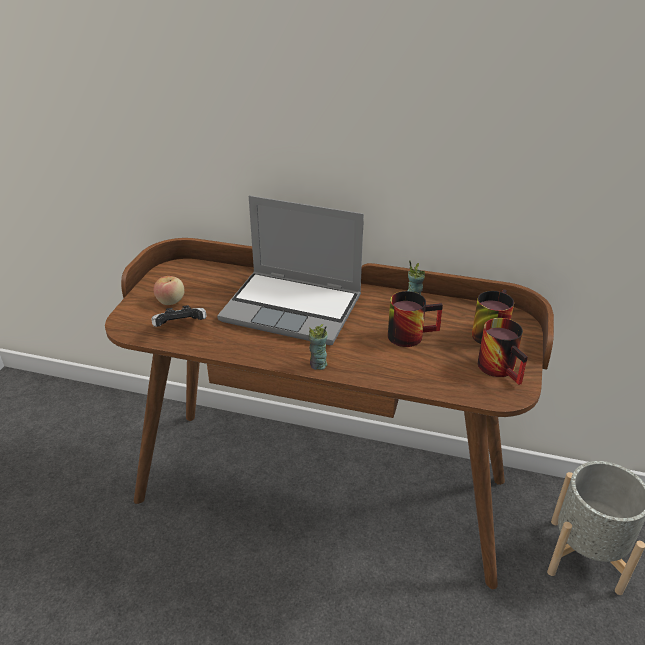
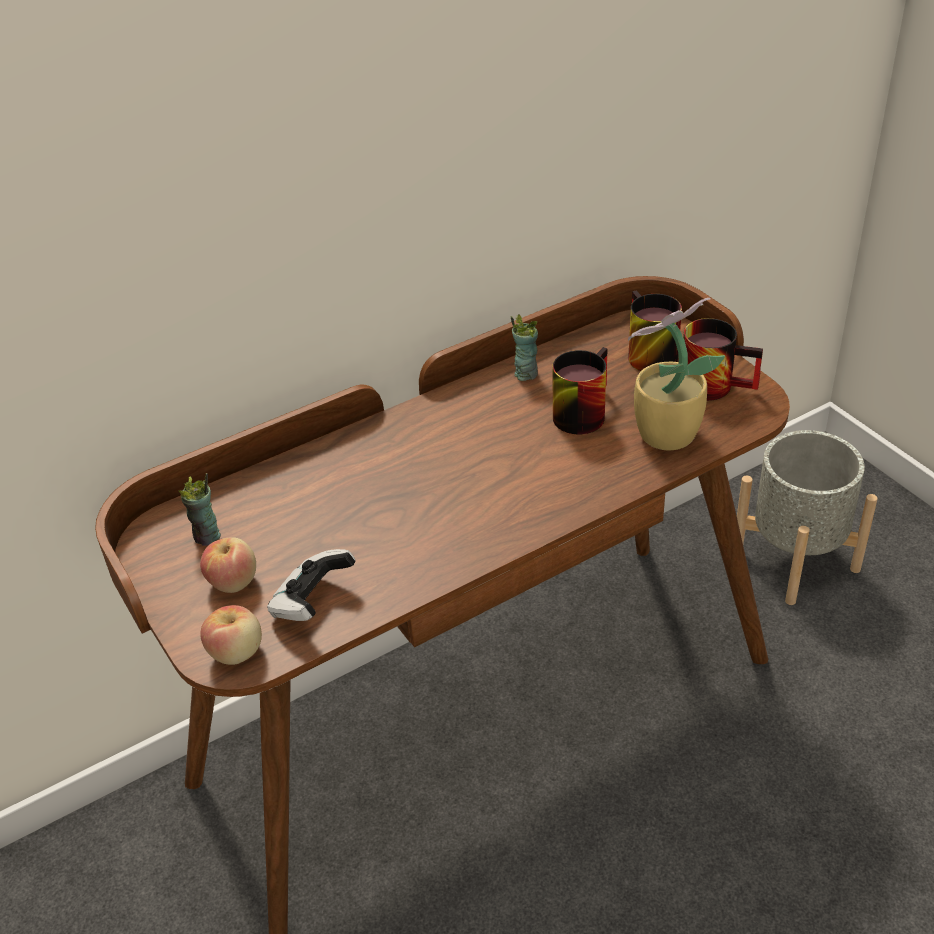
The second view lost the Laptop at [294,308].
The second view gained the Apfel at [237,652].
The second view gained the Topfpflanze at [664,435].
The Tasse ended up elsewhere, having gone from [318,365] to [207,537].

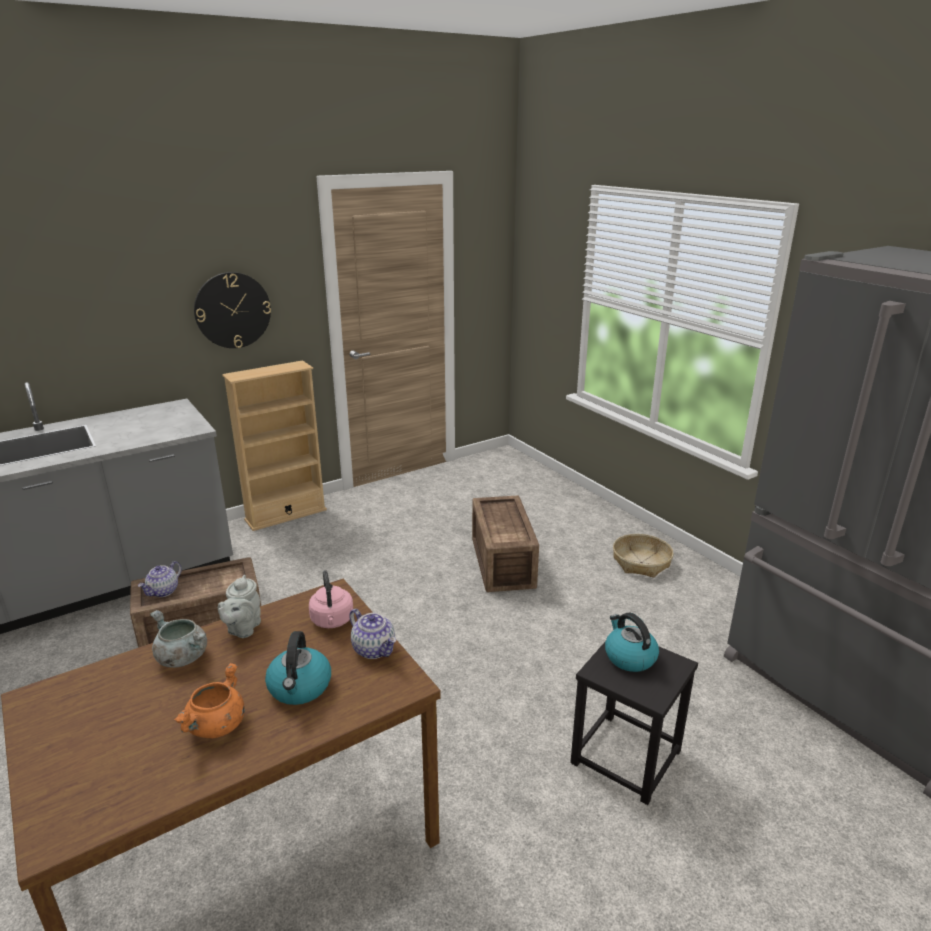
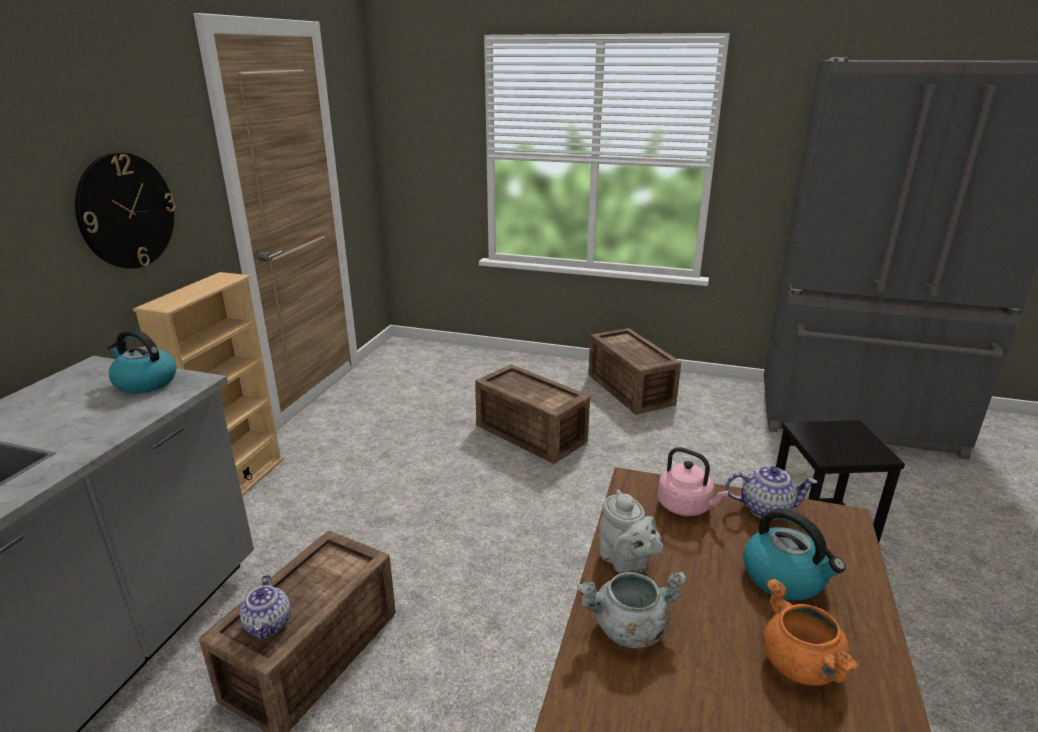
The Wasserkessel ended up elsewhere, having gone from [629,657] to [145,382].
Where the Korb stood at [641,563], the Kiste came to stand at [629,390].

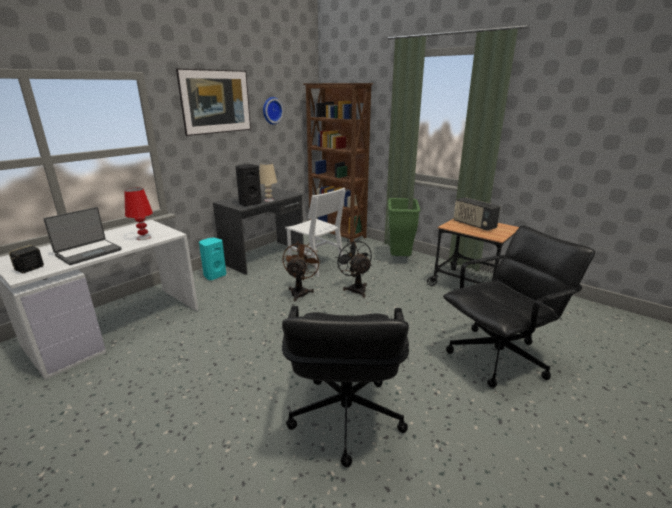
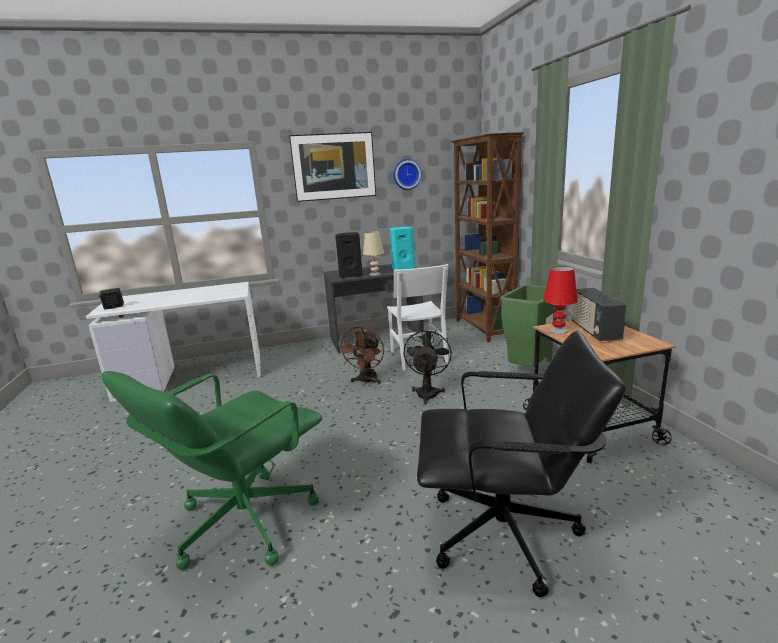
The second view lost the Laptop at [88,252].
The Tischlampe (rot) ended up elsewhere, having gone from [144,237] to [558,331].
The Lautsprecher (türkis) ended up elsewhere, having gone from [214,275] to [402,268].
What was the Bürostuhl (schwarz) at [345,417] turned into the Bürostuhl (grün) at [243,521].
The Ventilator (braun) at [300,291] ended up facing another way, 150 degrees clockwise from before.

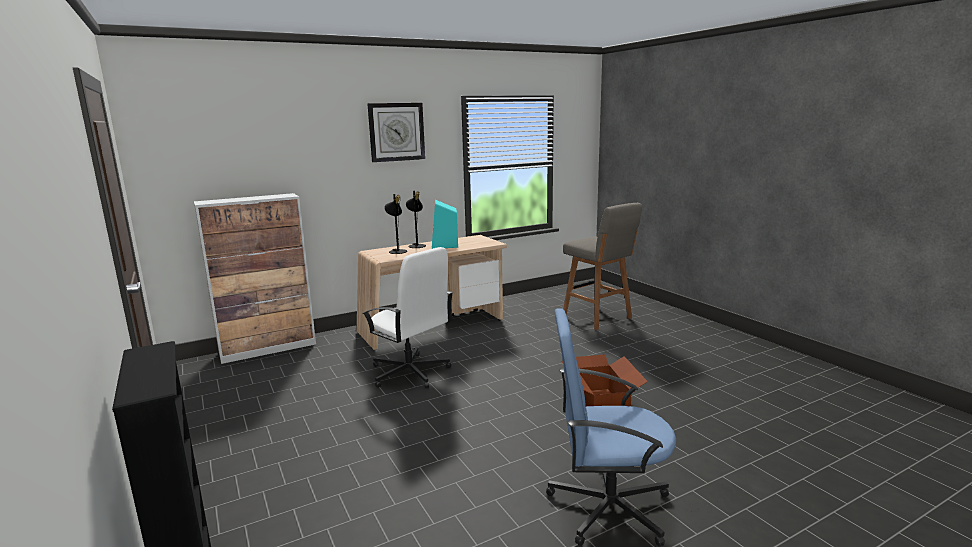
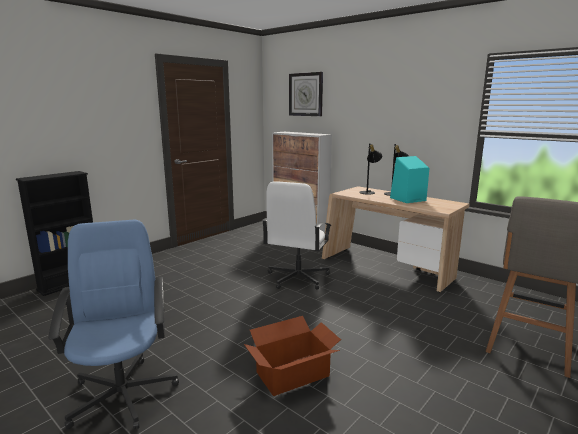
The Wanduhr ended up elsewhere, having gone from [396,132] to [306,94].

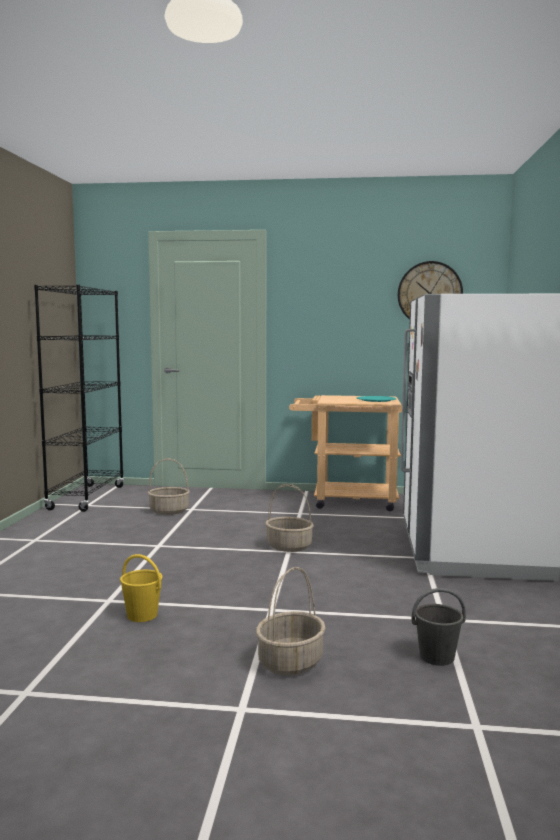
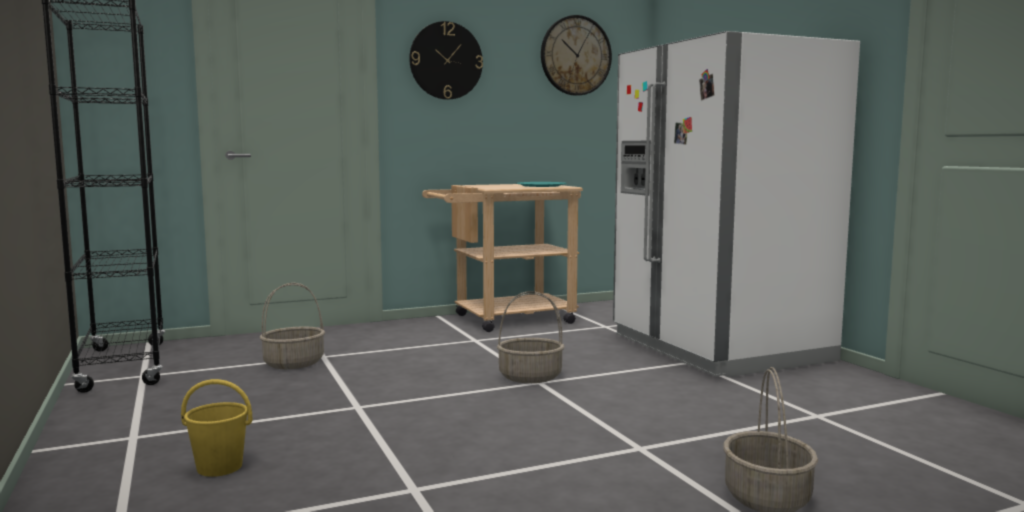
The second view lost the Eimer (grau) at [436,657].
The second view gained the Wanduhr at [446,60].
The Eimer (gelb) ended up elsewhere, having gone from [141,615] to [218,467].

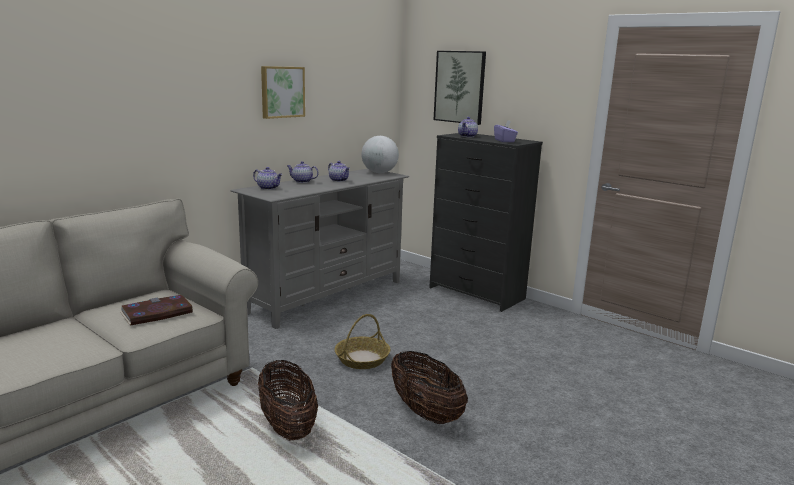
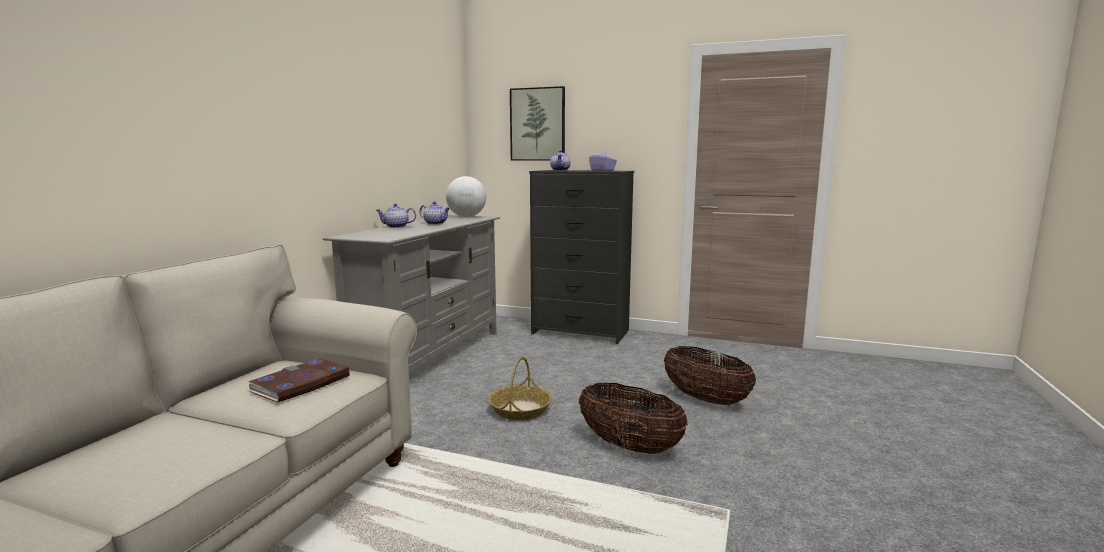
The second view lost the Teekanne at [268,188].
The second view lost the Bild at [282,92].
The Korb ended up elsewhere, having gone from [287,426] to [705,399].

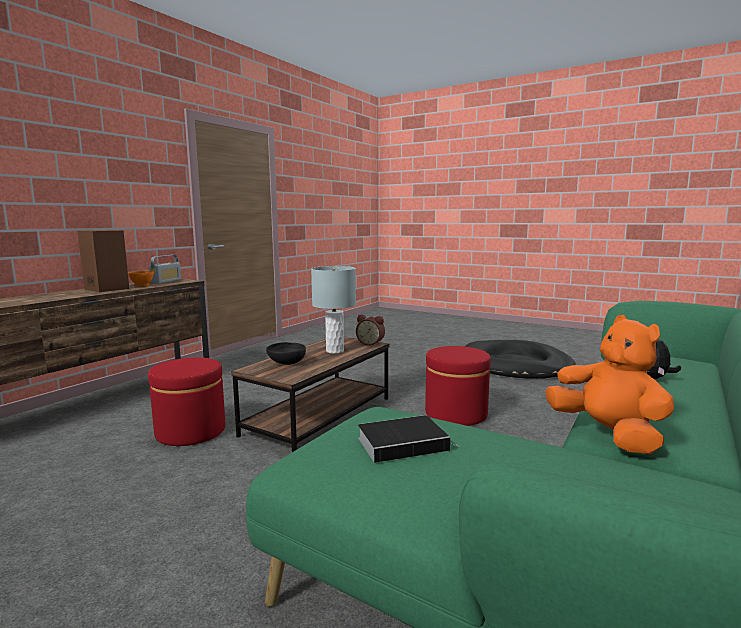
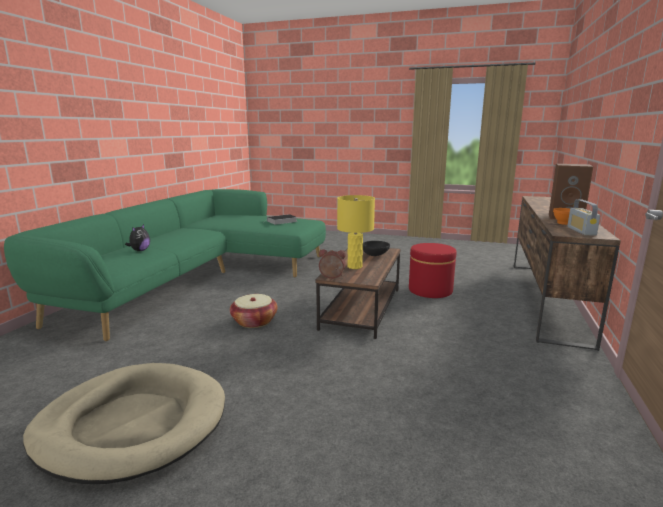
The second view lost the Plüschtier (orange) at [607,434].
Where the Polsterhocker (rot) stood at [456,414], the Korb came to stand at [254,321].
What was the Tischlampe (grau) at [335,351] turned into the Tischlampe (gelb) at [354,267].
What was the Hundebett (schwarz) at [516,365] turned into the Hundebett (beige) at [132,424].

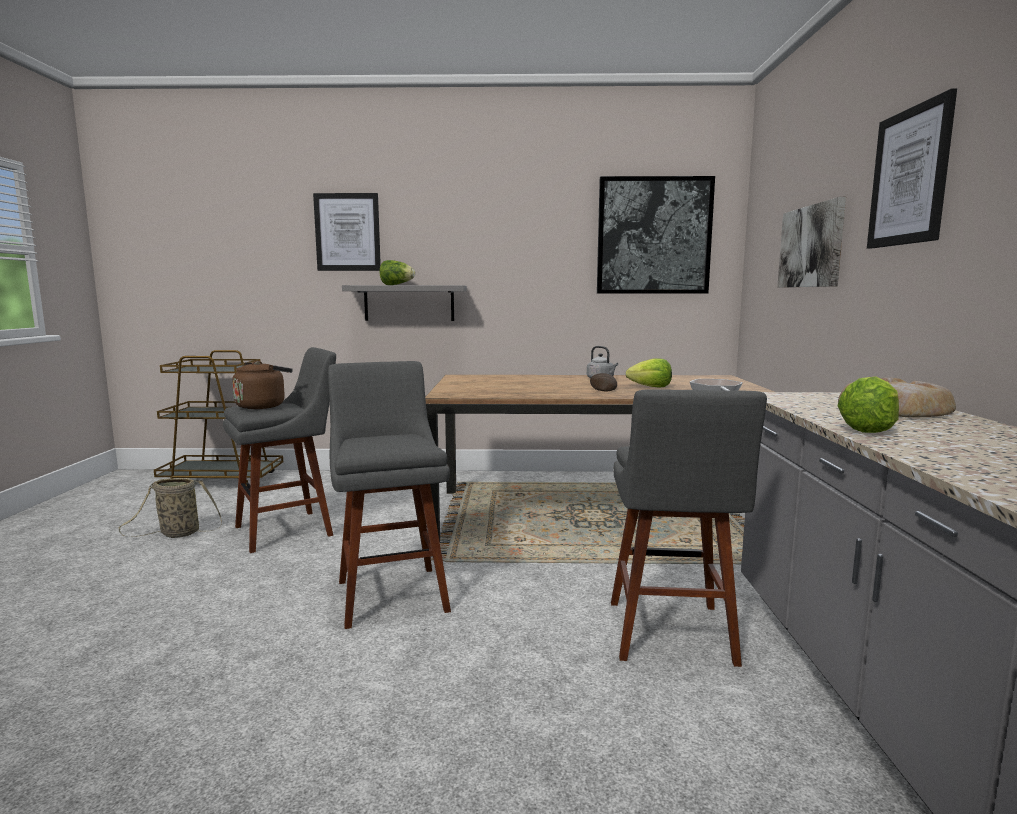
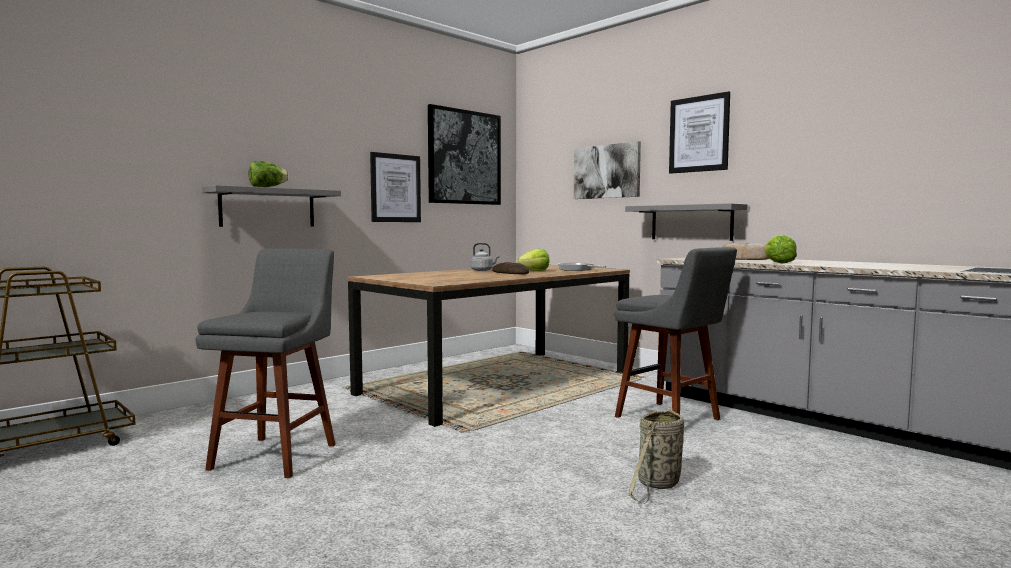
The second view lost the Wasserkessel (braun) at [263,406].
The second view lost the Hocker (grau) at [391,592].
The second view gained the Wandregal (grau) at [691,222].
The Korb ended up elsewhere, having gone from [177,534] to [657,485].
The Bild ended up elsewhere, having gone from [347,232] to [395,188].

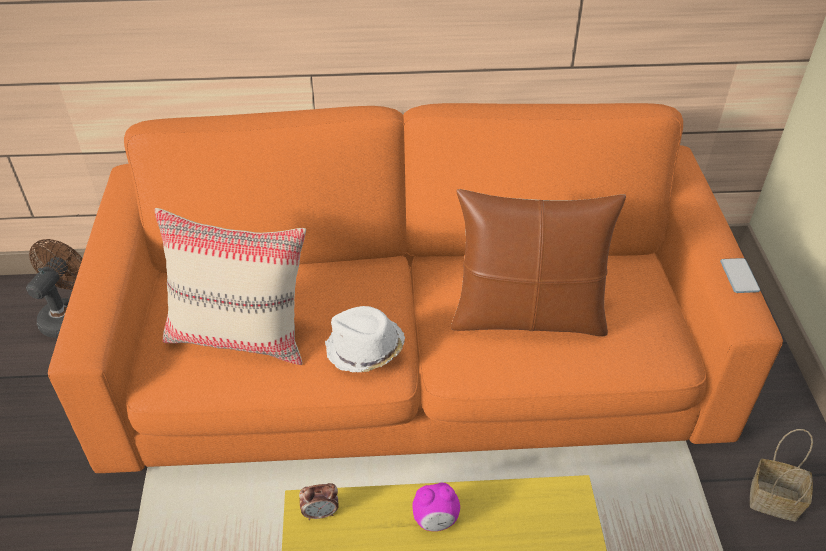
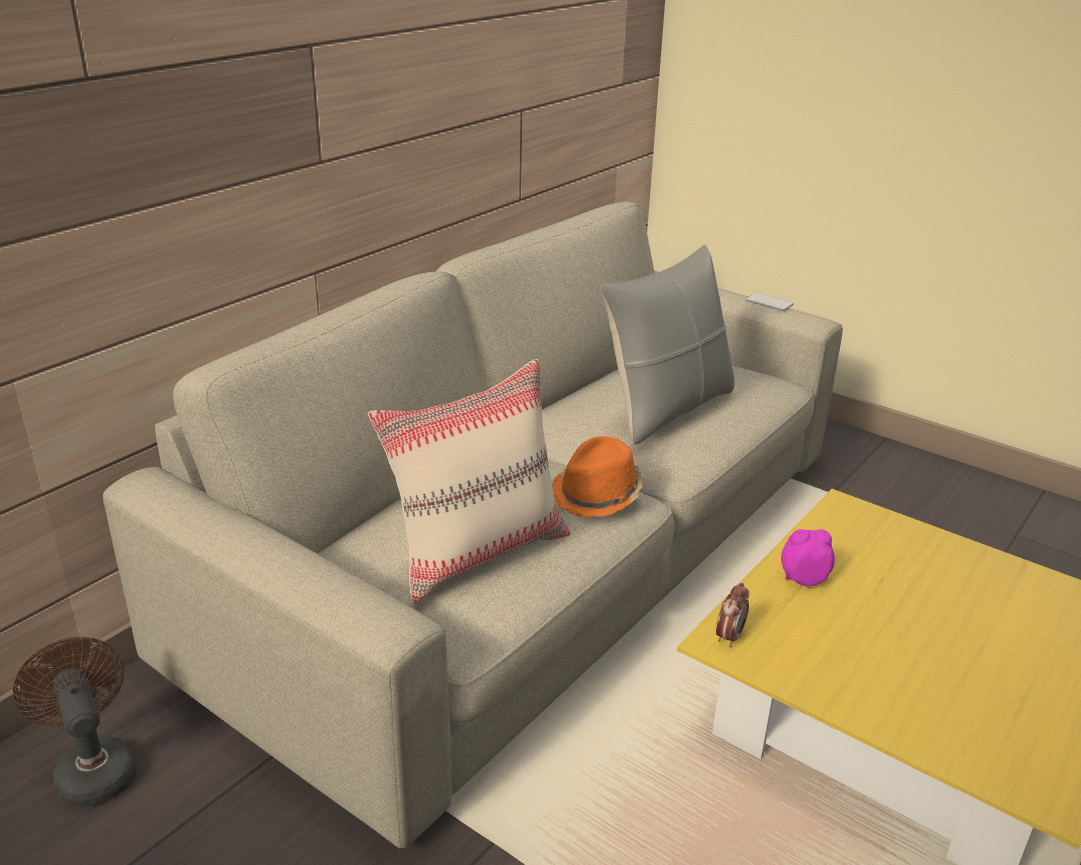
The second view lost the Korb at [772,500].
What was the Sofa (orange) at [412,357] turned into the Sofa (beige) at [536,552].
What was the Hut (weiß) at [364,349] turned into the Hut (orange) at [598,494].
What was the Kissen (braun) at [528,316] turned into the Kissen (grau) at [666,409].
The Wecker at [435,520] ended up facing another way, 120 degrees counterclockwise from before.

